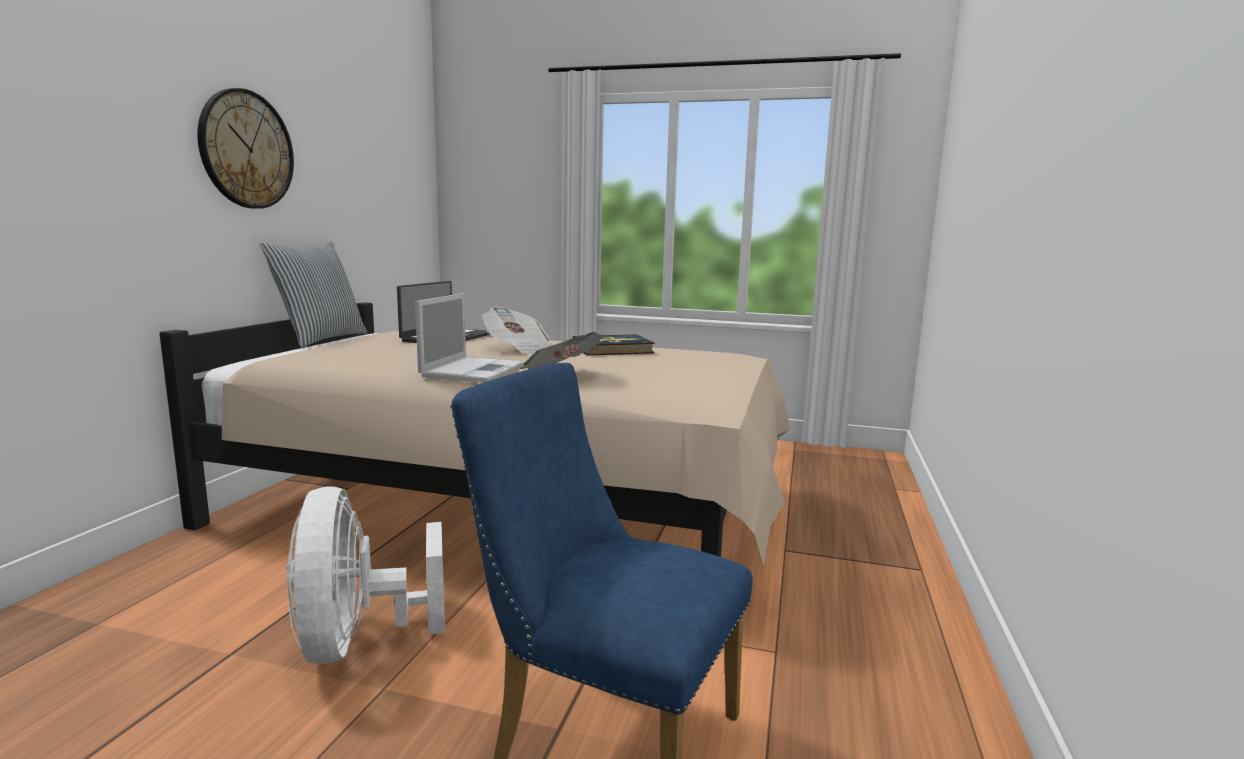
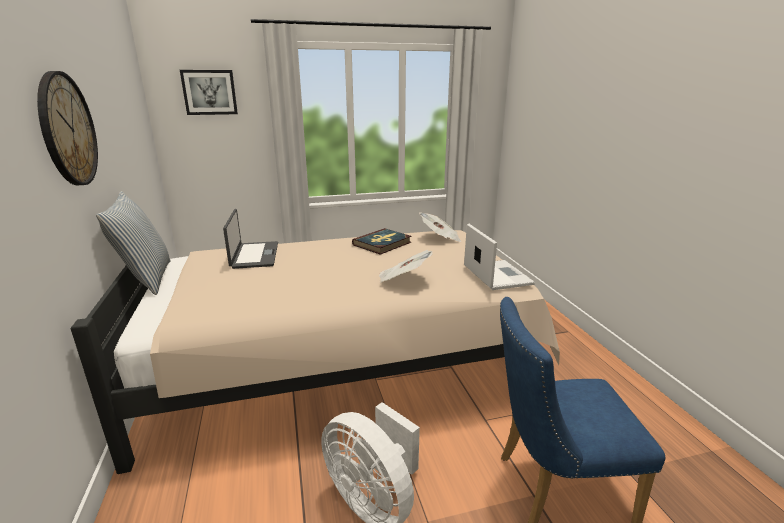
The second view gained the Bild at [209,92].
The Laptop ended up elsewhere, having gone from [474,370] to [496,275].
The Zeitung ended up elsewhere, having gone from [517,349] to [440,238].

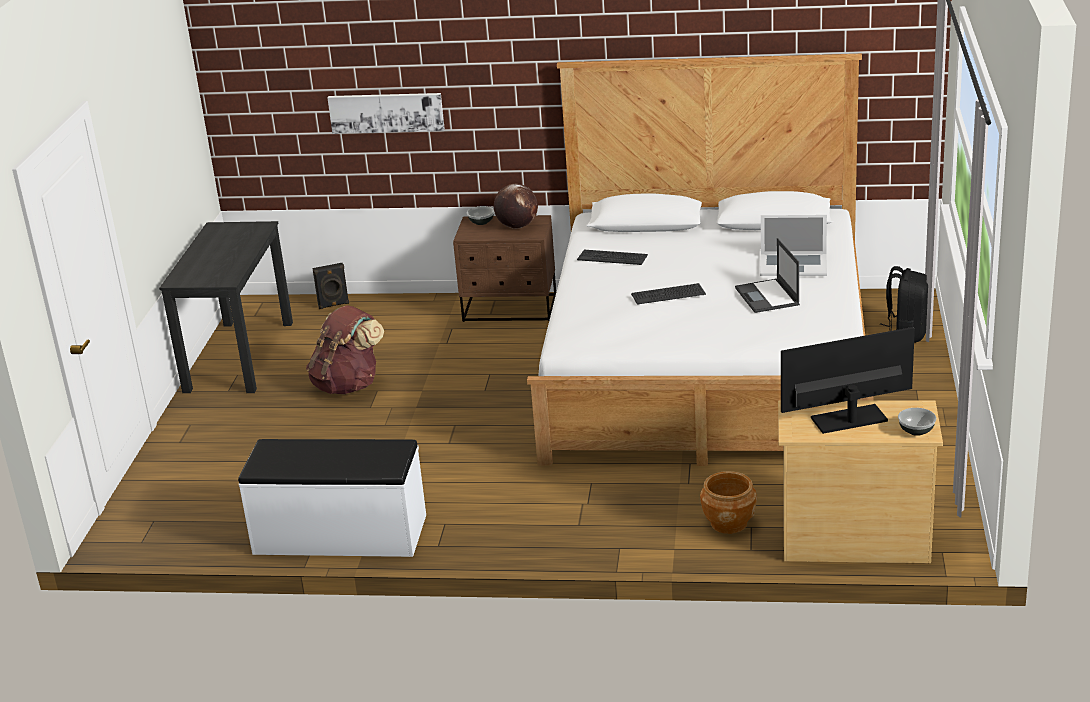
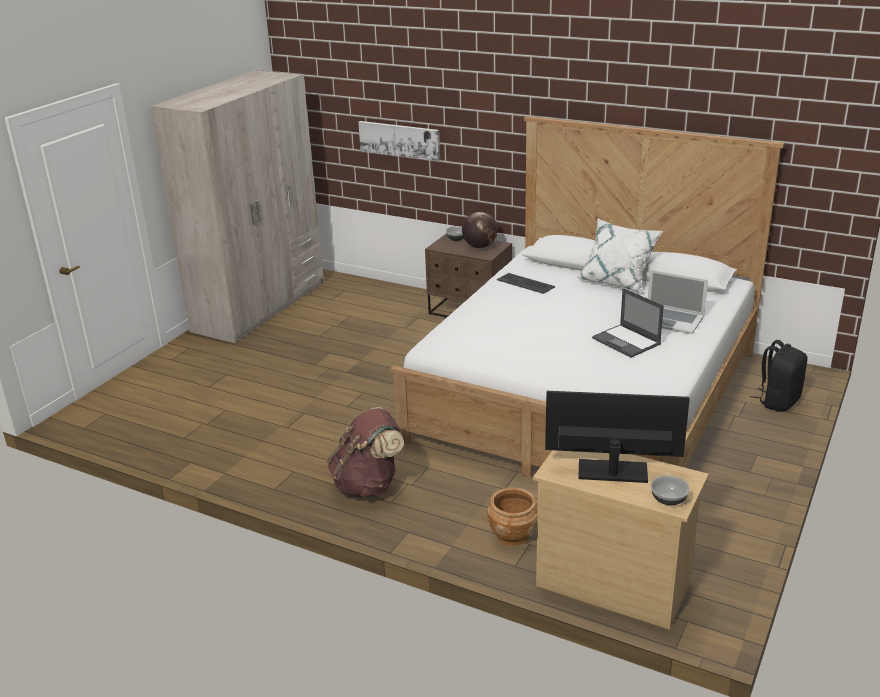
The second view lost the Bank (weiß) at [340,535].
The second view lost the Lautsprecher (schwarz) at [333,305].
The second view lost the Tastatur at [668,294].
The second view gained the Kissen (weiß) at [617,281].
The Rucksack (braun) ended up elsewhere, having gone from [348,385] to [368,485].
Where the Schreibtisch (schwarz) stood at [239,356], the Kleiderschrank (beige) came to stand at [260,306].
The Laptop at [767,297] ended up facing another way, 45 degrees counterclockwise from before.

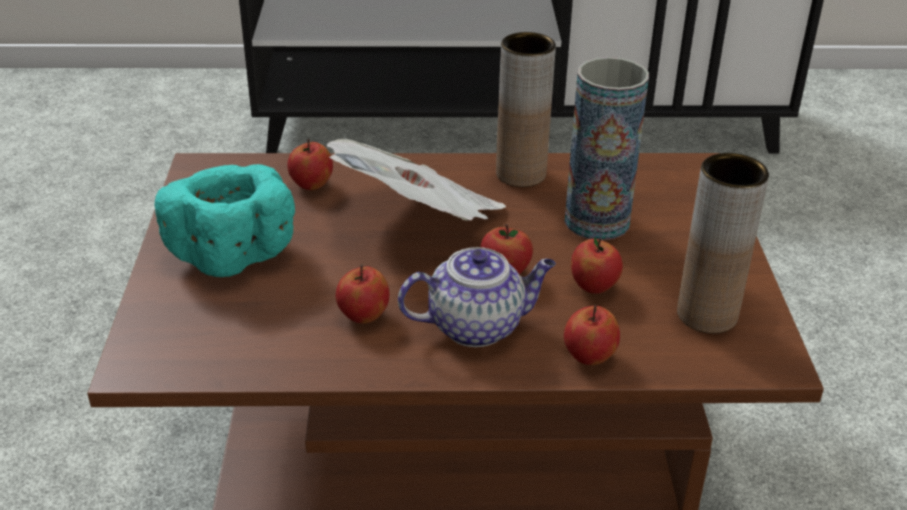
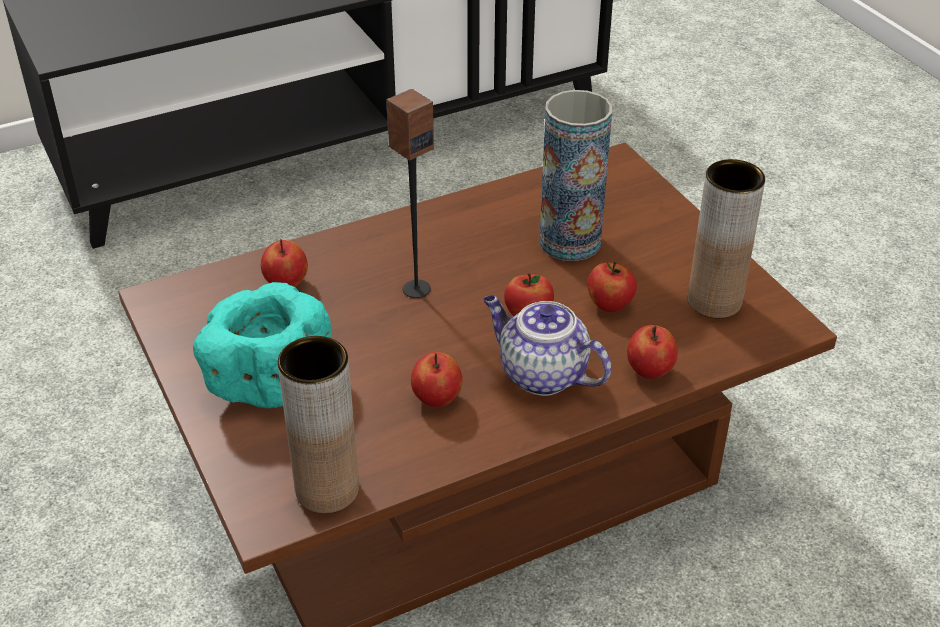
The Vase (braun) ended up elsewhere, having gone from [520,174] to [327,490].
Where the Zeitung stood at [419,220], the Lautsprecher came to stand at [416,289].
The Teekanne at [477,326] ended up facing another way, 105 degrees counterclockwise from before.

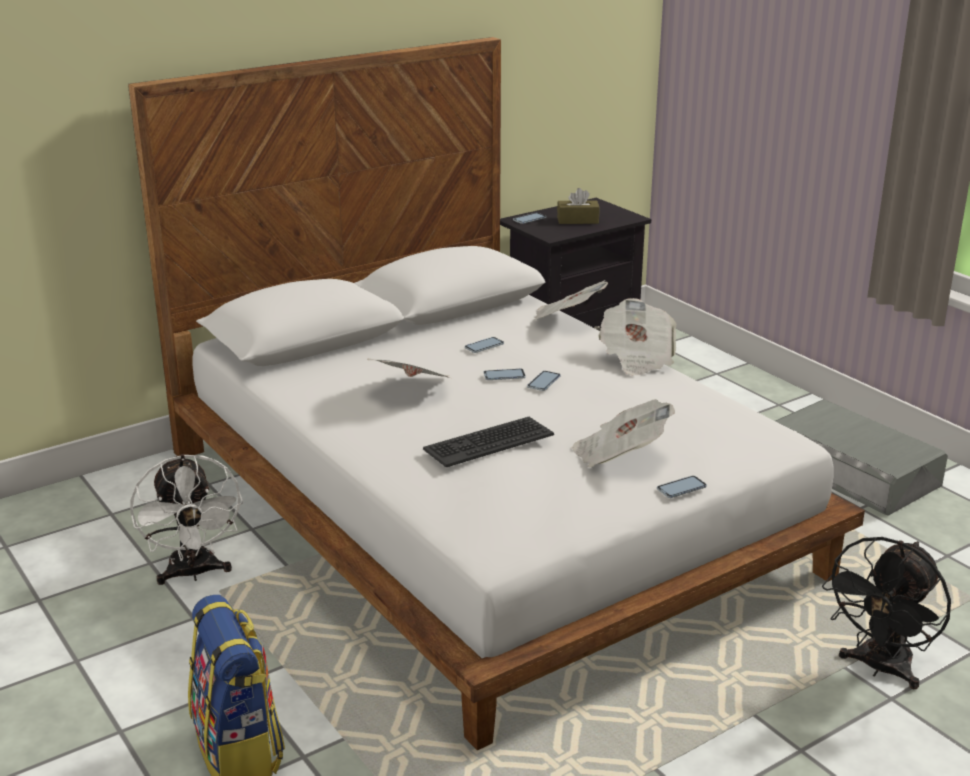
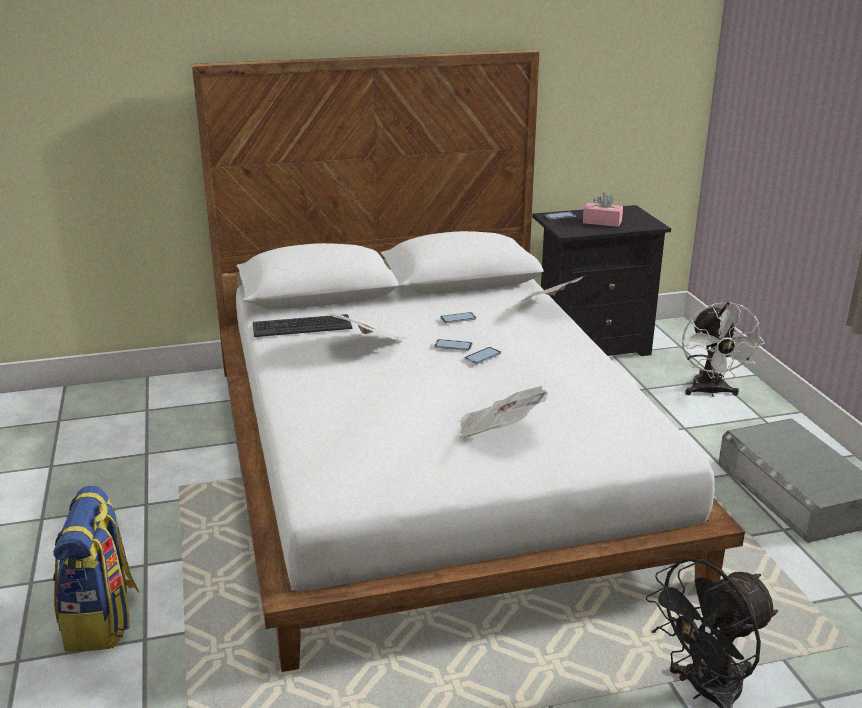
The second view lost the Zeitung at [637,358].
The second view lost the Handy at [681,488].
The Ventilator (weiß) ended up elsewhere, having gone from [194,573] to [710,392].
The Tastatur ended up elsewhere, having gone from [488,442] to [302,326].
What was the Taschentuchbox (braun) at [577,220] turned into the Taschentuchbox (rosa) at [602,222].

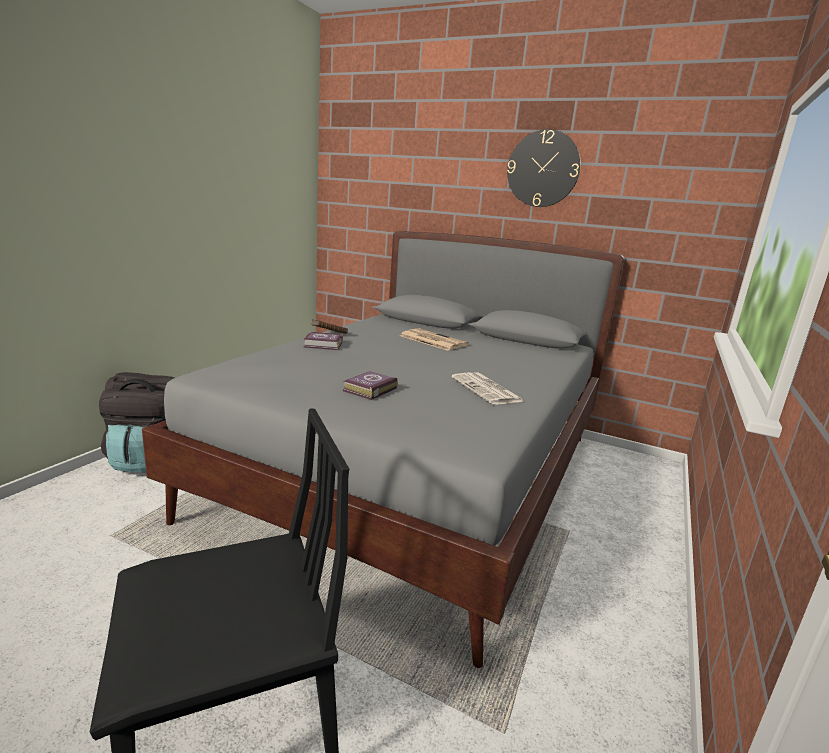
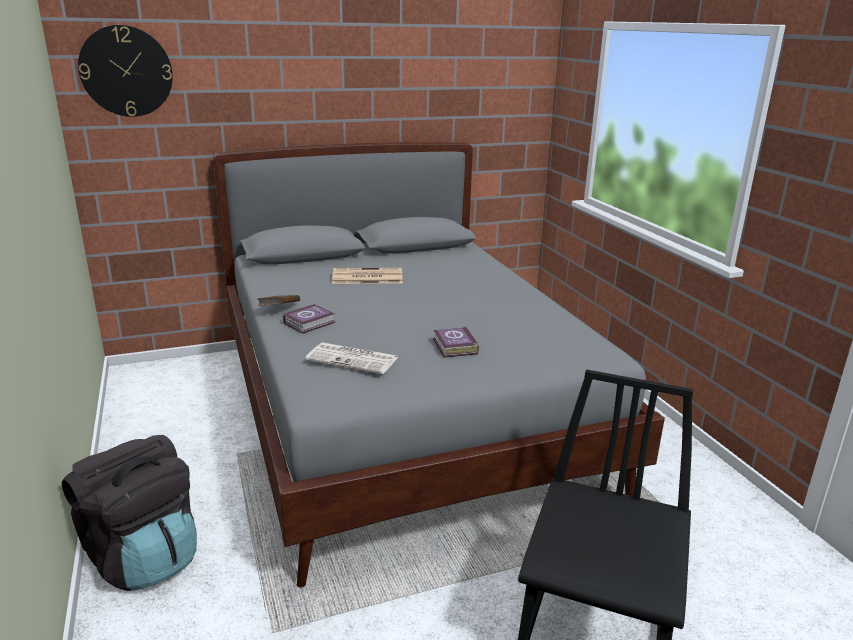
The Zeitung ended up elsewhere, having gone from [487,390] to [353,359].
The Wanduhr ended up elsewhere, having gone from [543,169] to [126,71].

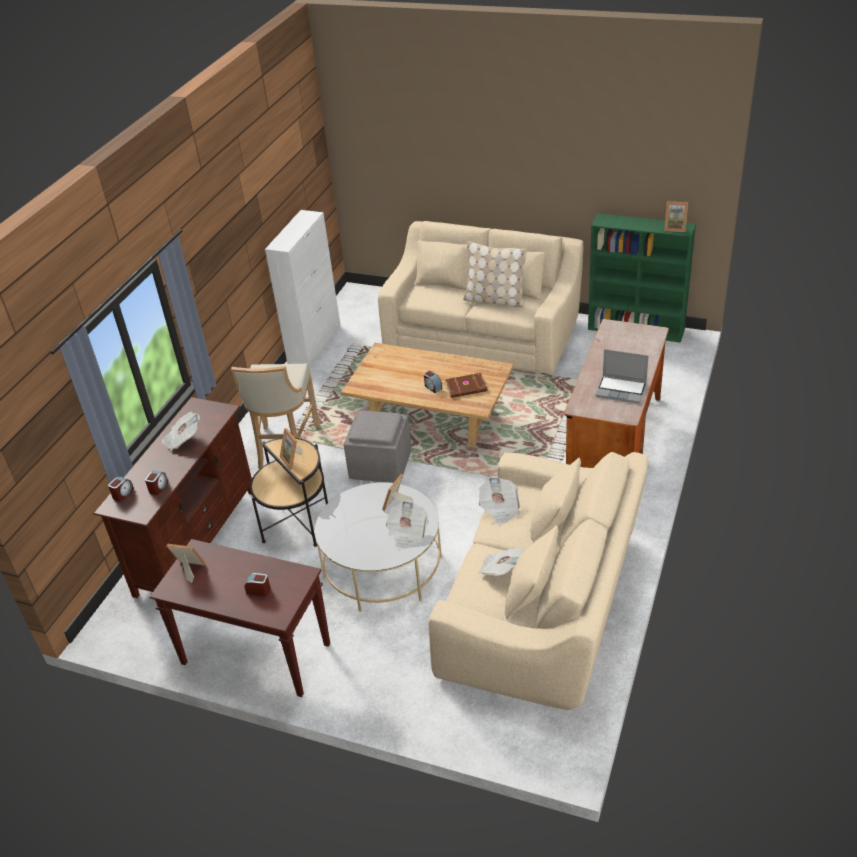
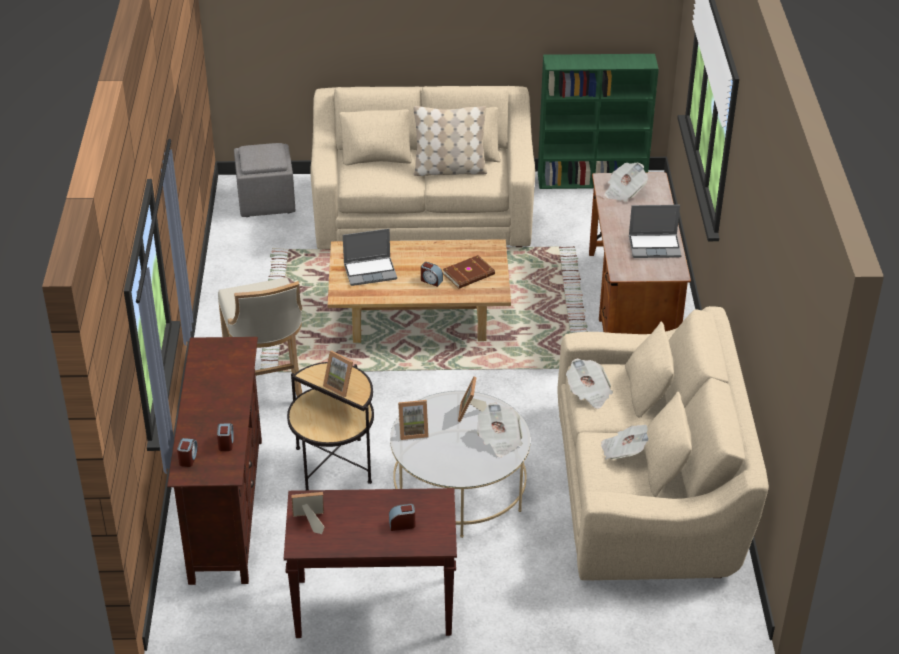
The second view lost the Schrank (weiß) at [315,344].
The second view gained the Laptop at [371,271].
The Zeitung ended up elsewhere, having gone from [182,440] to [624,191].
The Polsterhocker (grau) ended up elsewhere, having gone from [380,465] to [265,201].
The Bilderrahmen ended up elsewhere, having gone from [674,227] to [413,431].

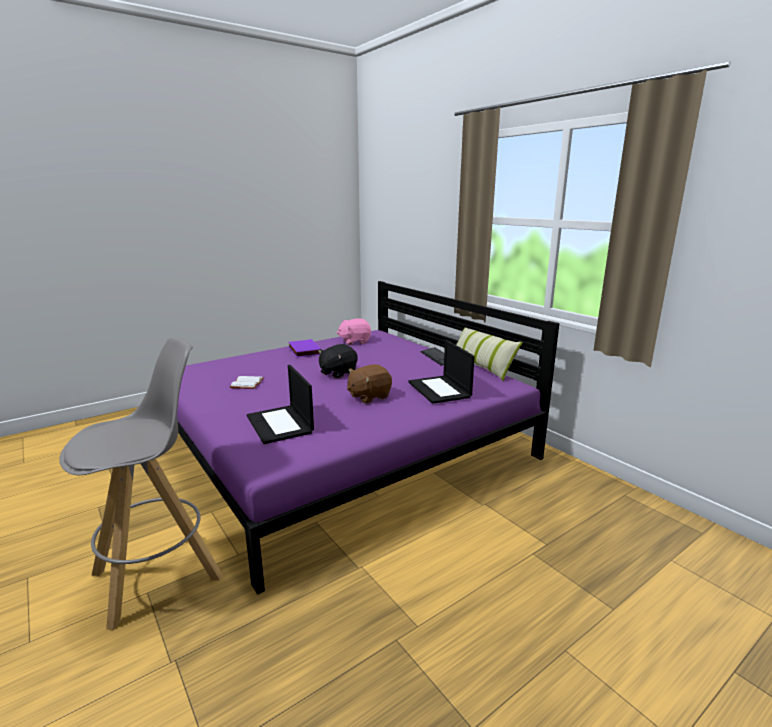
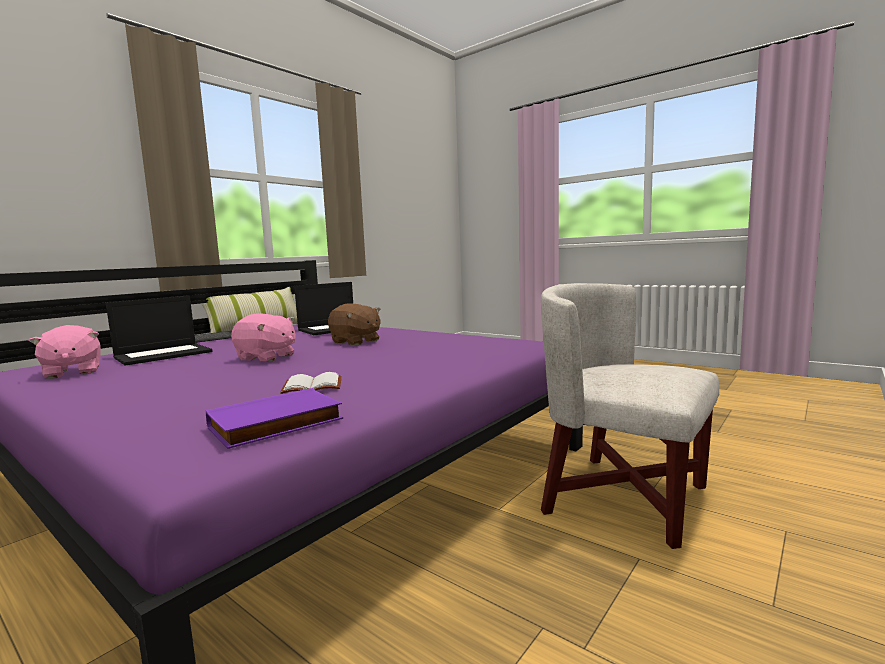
The Laptop ended up elsewhere, having gone from [280,424] to [164,354].
The Buch (lila) ended up elsewhere, having gone from [303,351] to [276,424].
Where the Hocker (grau) stood at [159,575], the Sessel (weiß) came to stand at [623,497].
What was the Plüschtier (schwarz) at [337,373] turned into the Plüschtier (rosa) at [266,357].

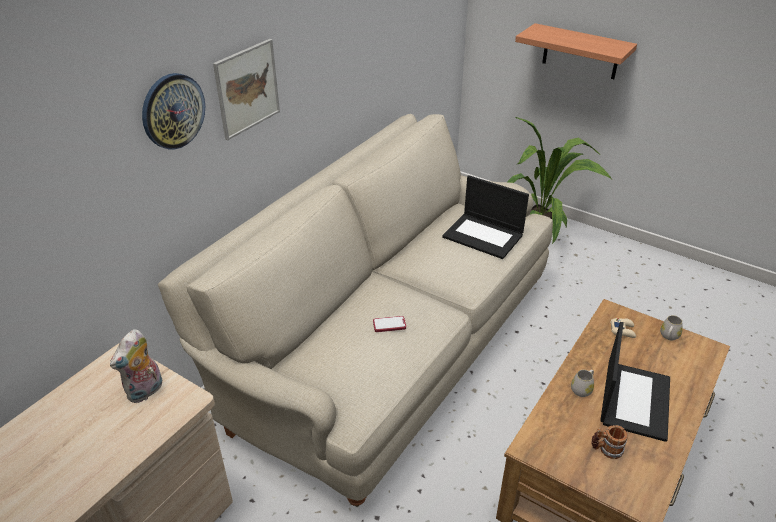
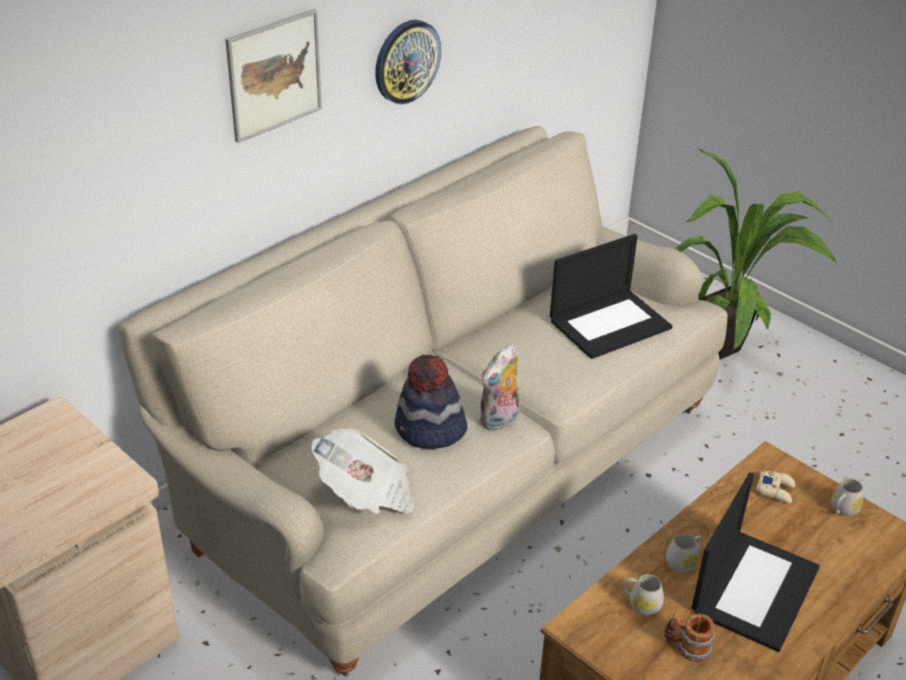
The second view lost the Wandregal at [581,52].
The second view gained the Zeitung at [366,493].
The second view gained the Henkelbecher (weiß) at [641,604].
The Plüschtier ended up elsewhere, having gone from [146,392] to [500,421].
The Wanduhr ended up elsewhere, having gone from [173,111] to [406,61].
Where the Handy stood at [389,325], the Hut came to stand at [430,430].
The Laptop at [484,236] ended up facing another way, 75 degrees counterclockwise from before.

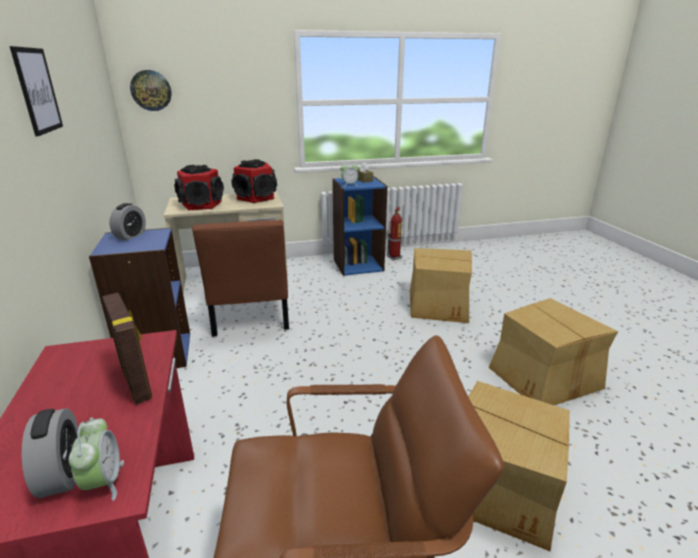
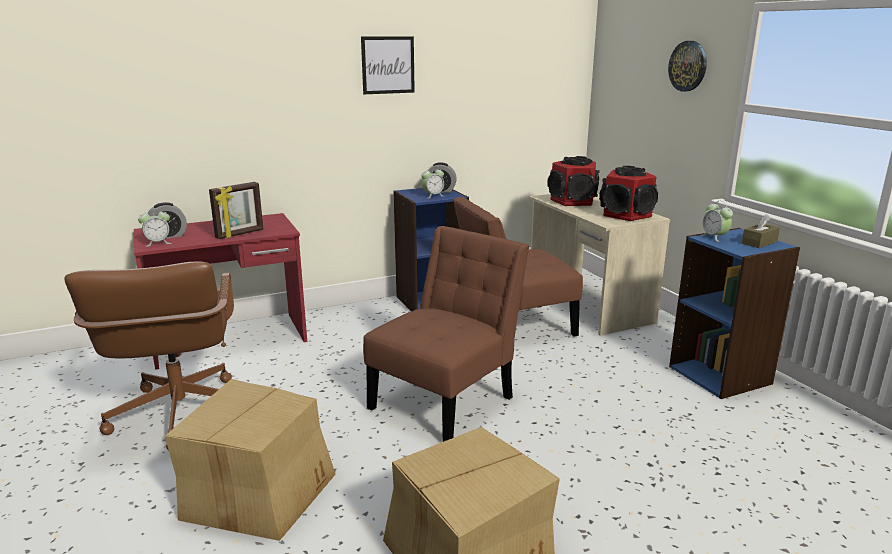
The second view lost the Feuerlöscher at [394,257].
The second view lost the Karton at [440,305].
The second view gained the Stuhl (braun) at [446,400].
The second view gained the Wecker at [433,196].
The Wanduhr ended up elsewhere, having gone from [151,90] to [688,66].

